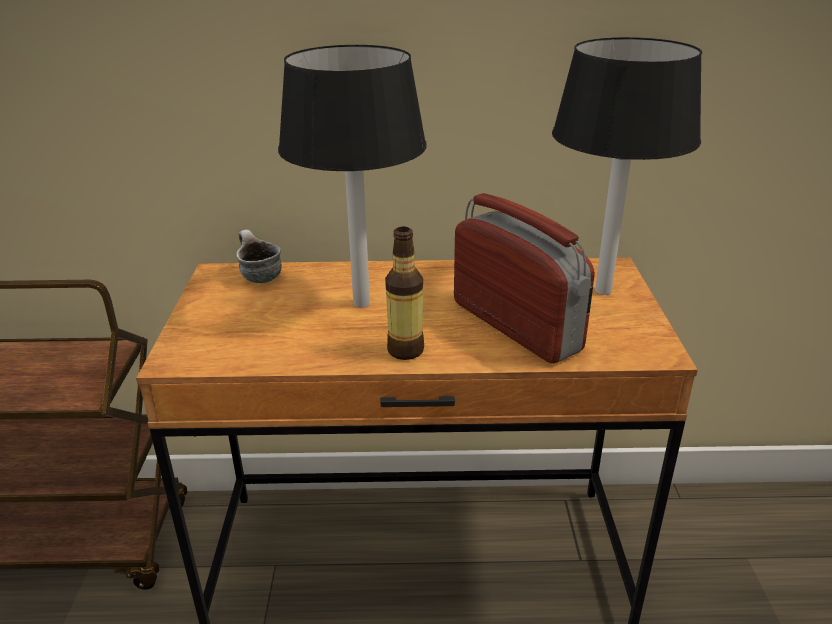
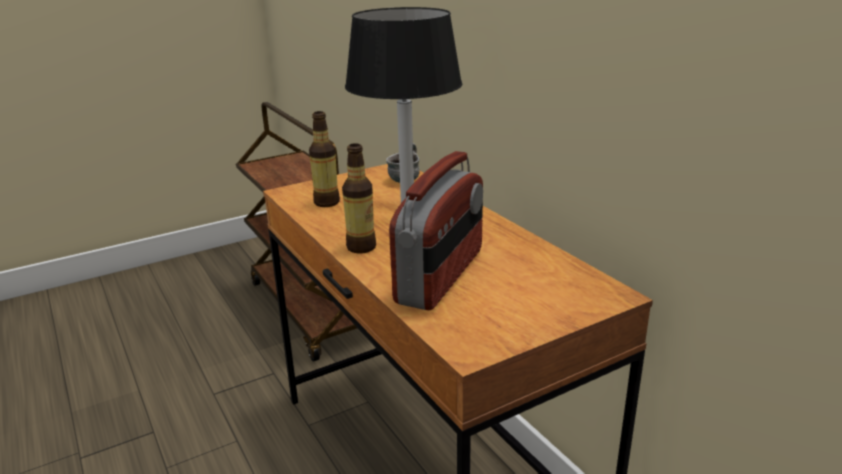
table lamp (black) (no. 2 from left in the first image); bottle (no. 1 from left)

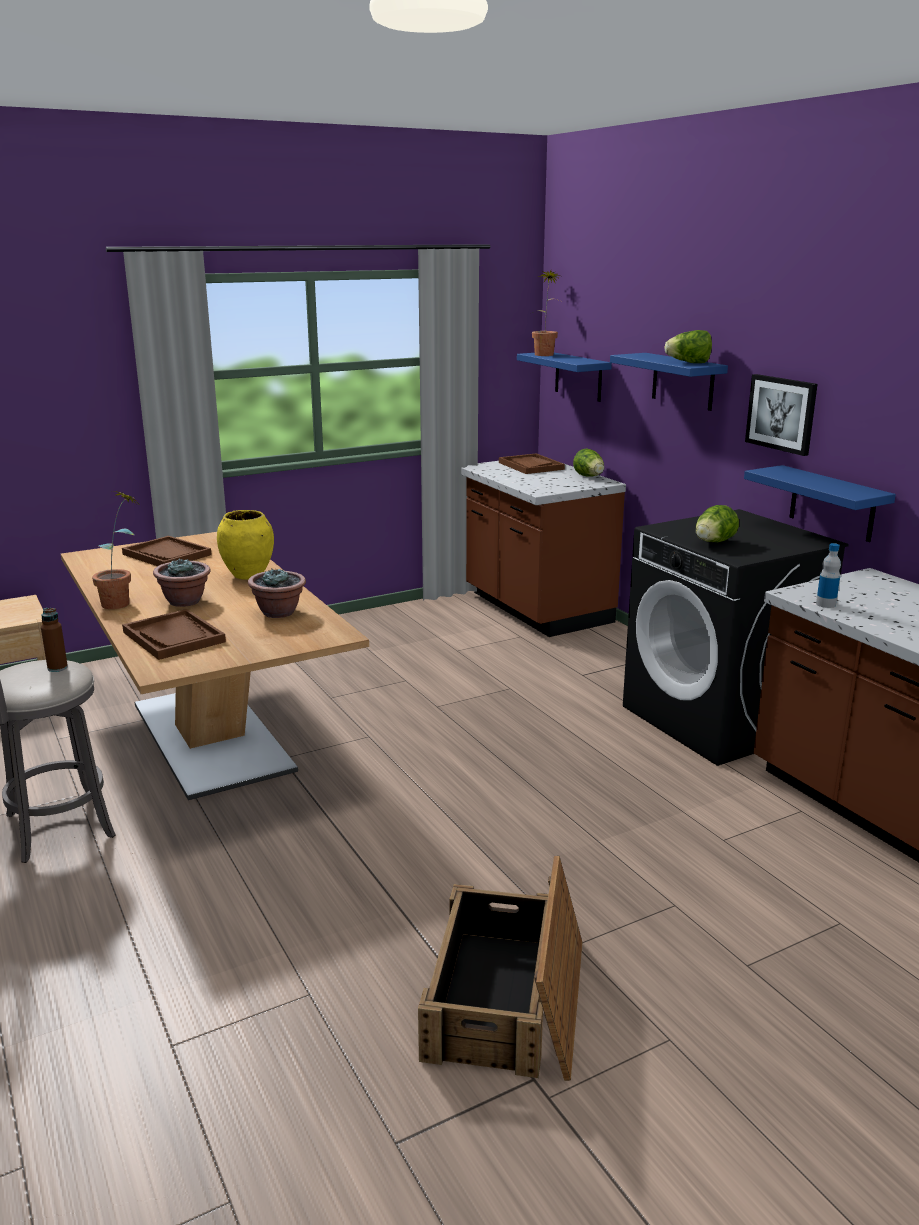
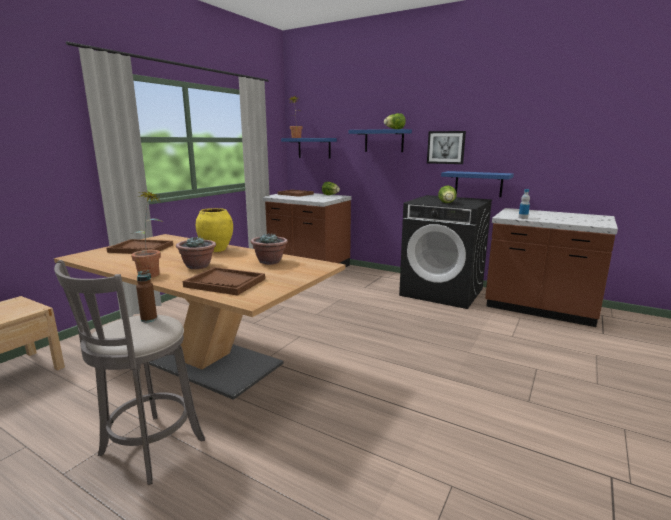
crate

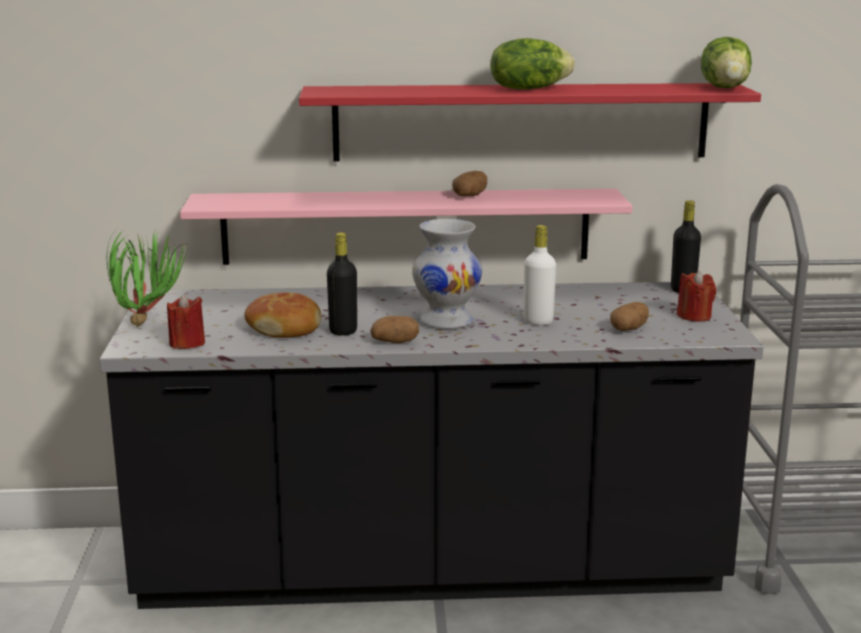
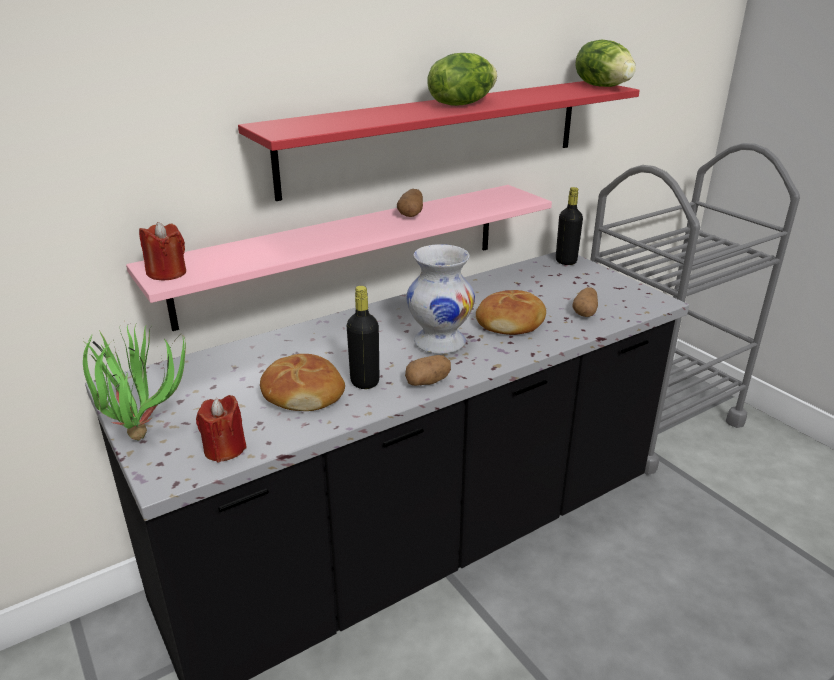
bread (no. 2 from left); candle (red) (no. 1 from left)

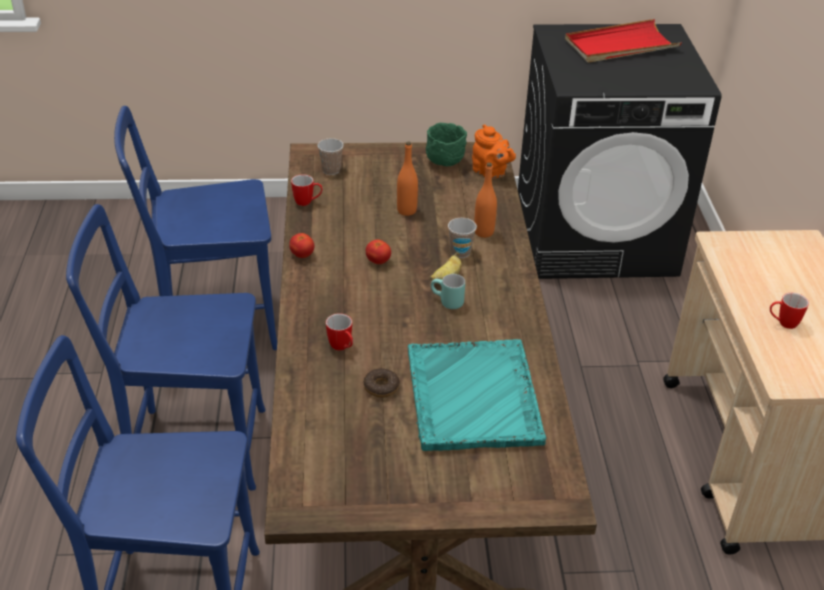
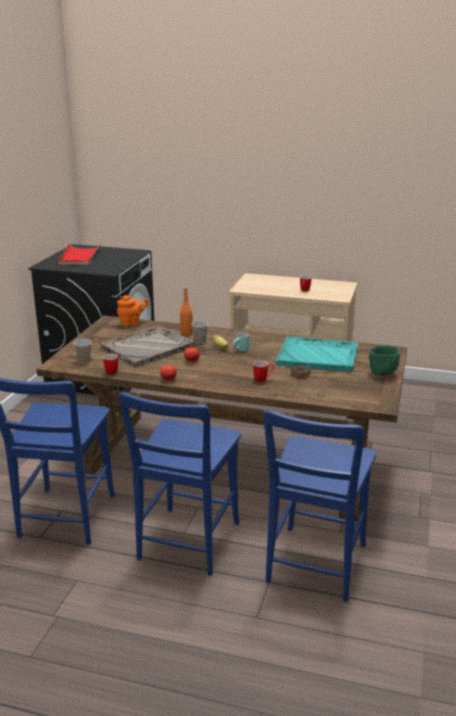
bowl (green); tray (grey)

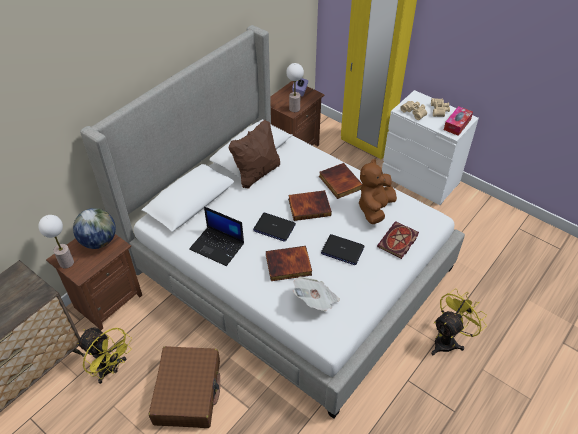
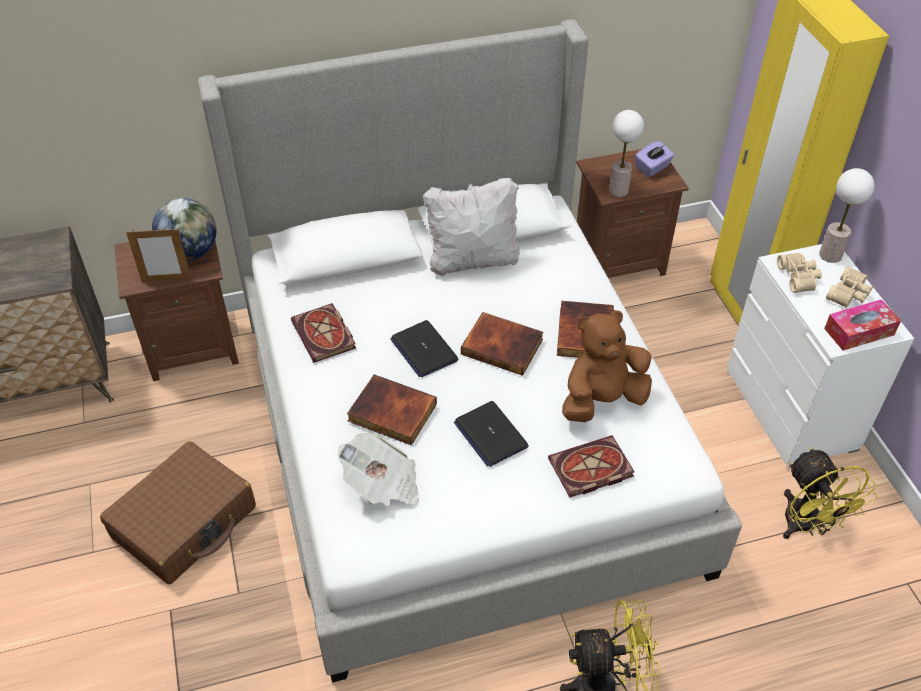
pillow (white); book (no. 1 from left); table lamp (no. 2 from left); fan (yellow) (no. 2 from left); picture frame

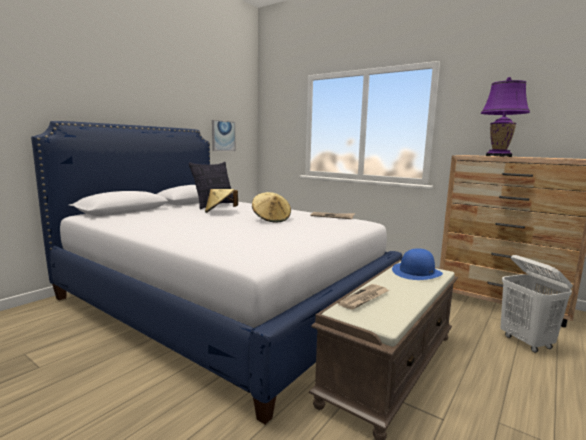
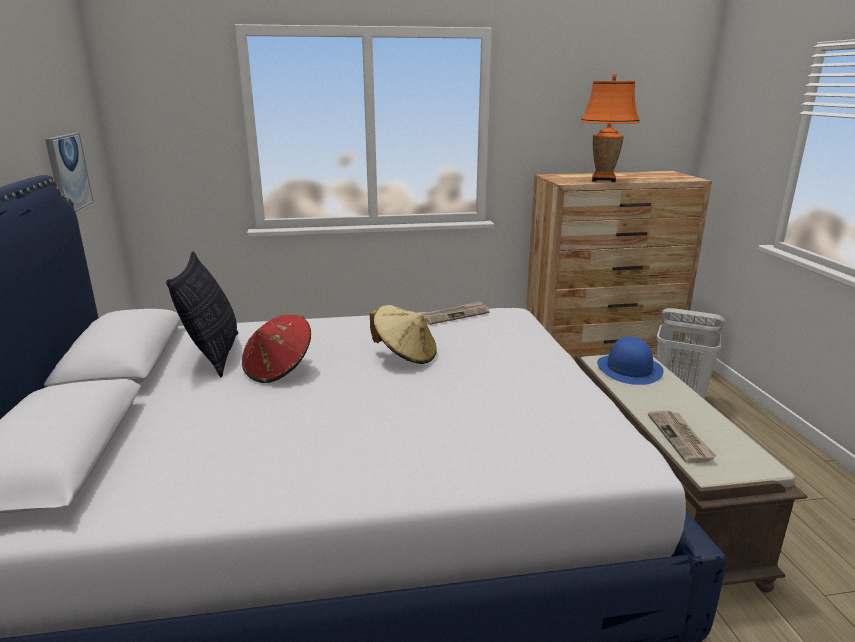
table lamp (orange); hat (red)

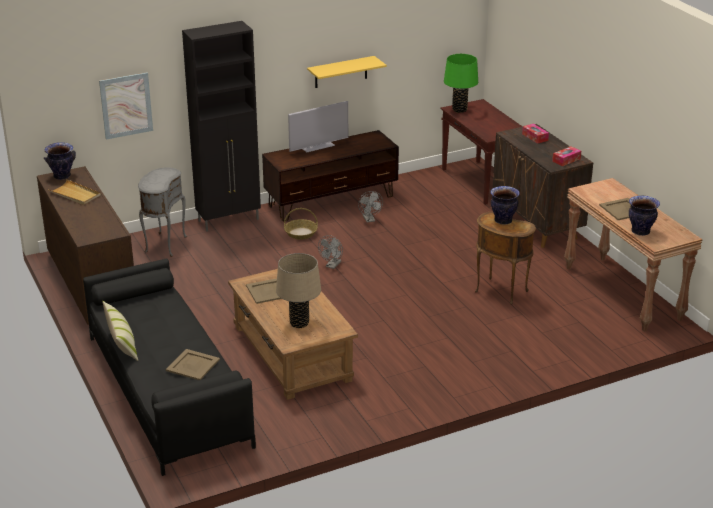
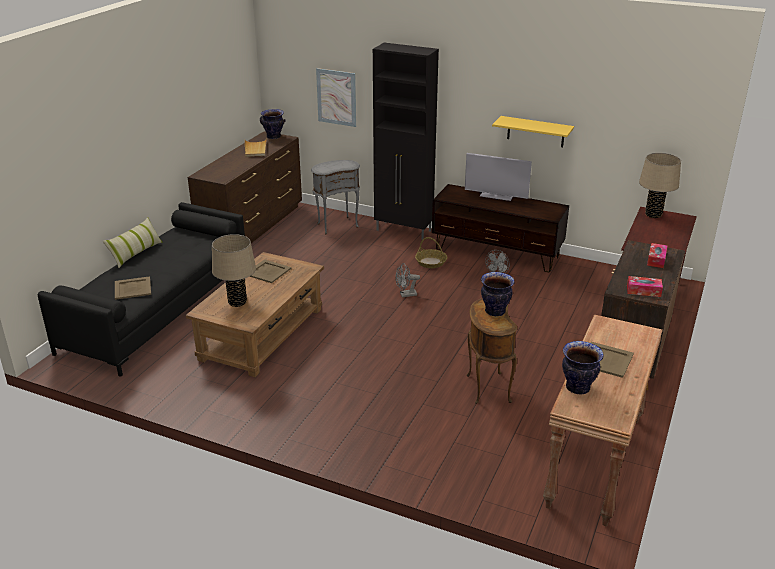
table lamp (beige) (no. 2 from left)

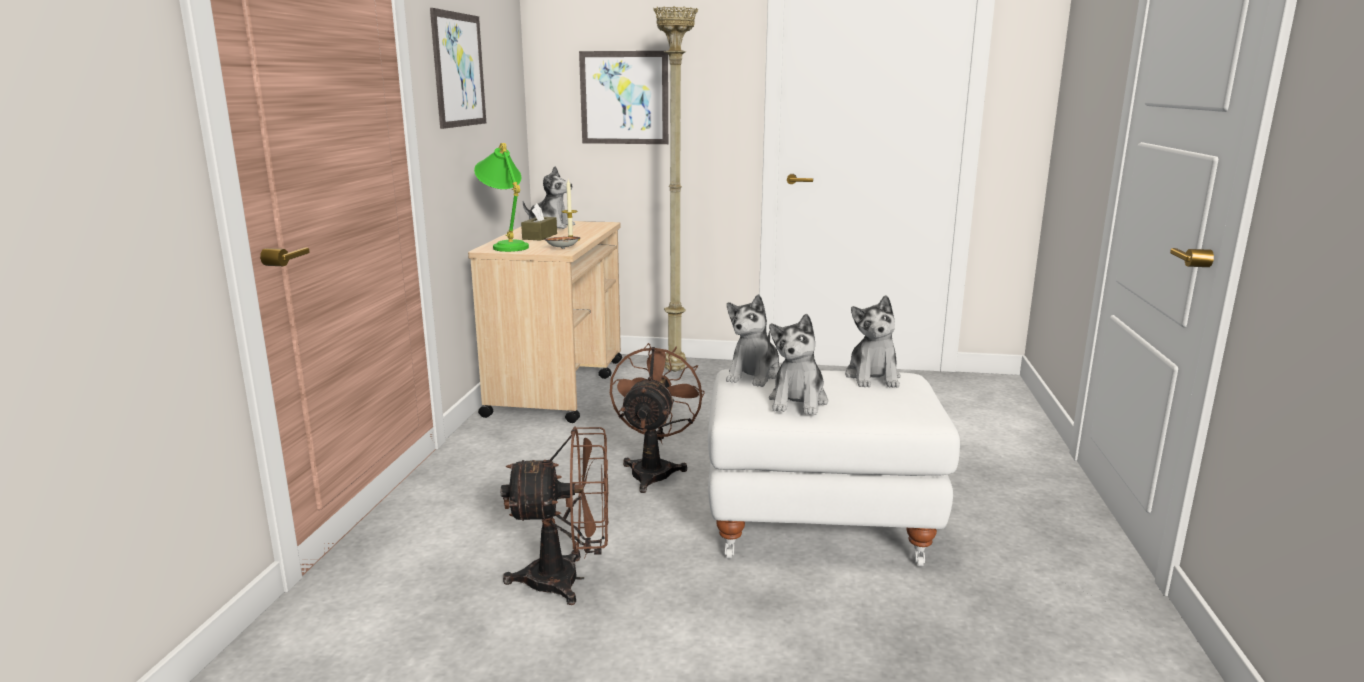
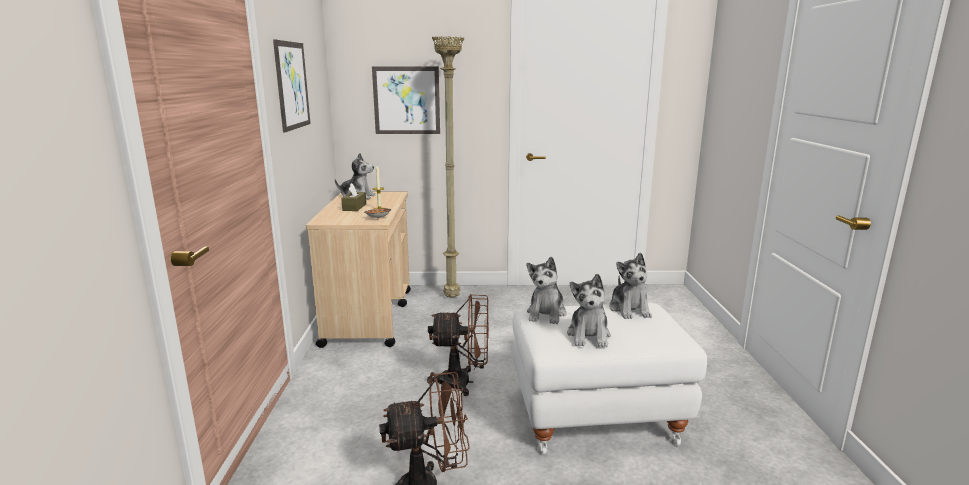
table lamp (green); fan (brown) (no. 2 from left)

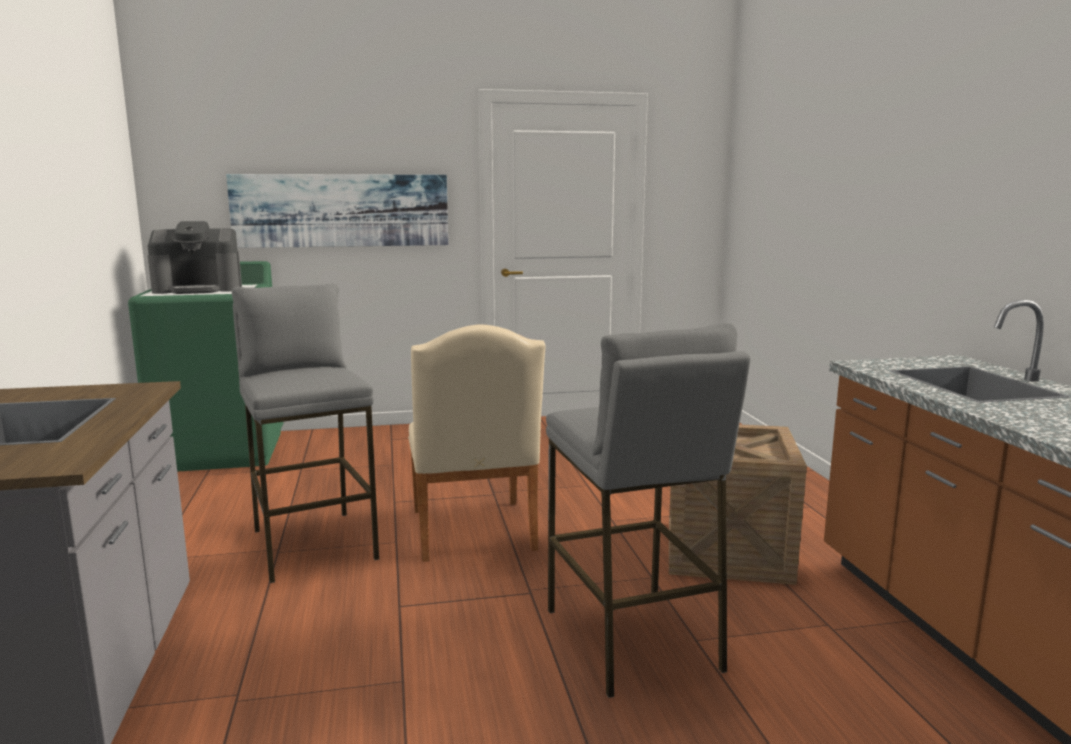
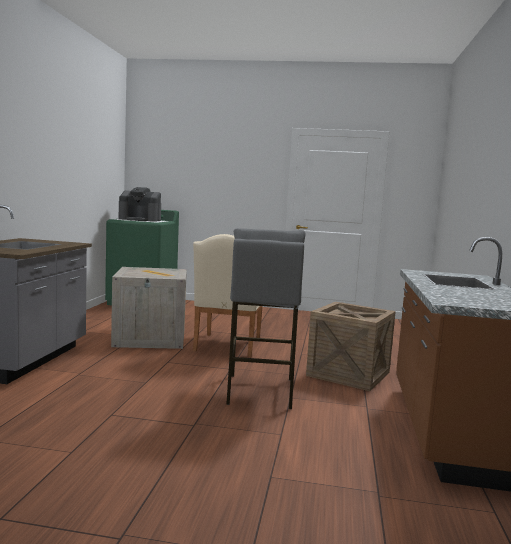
picture; crate (no. 1 from left)

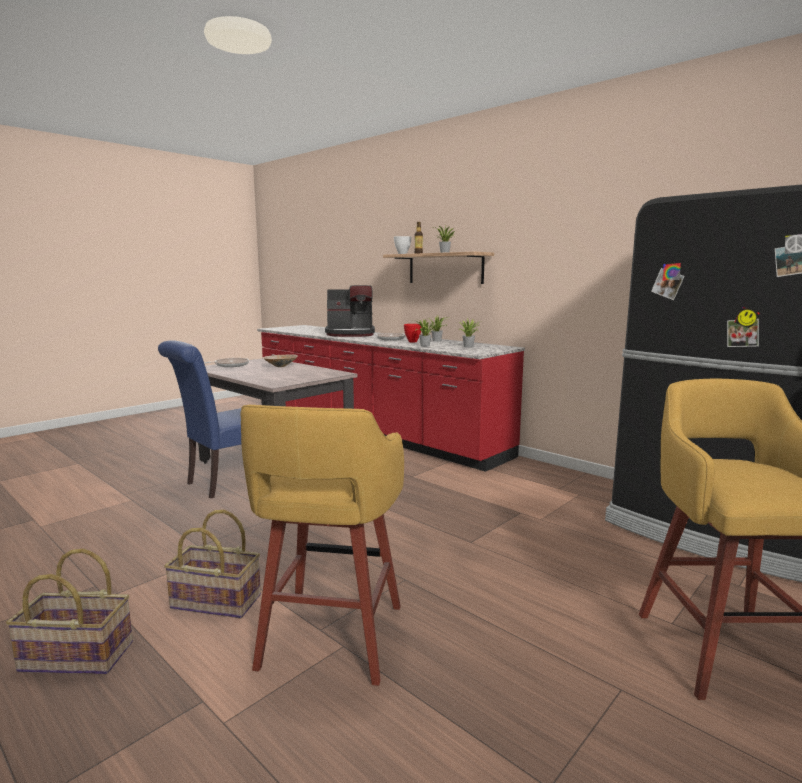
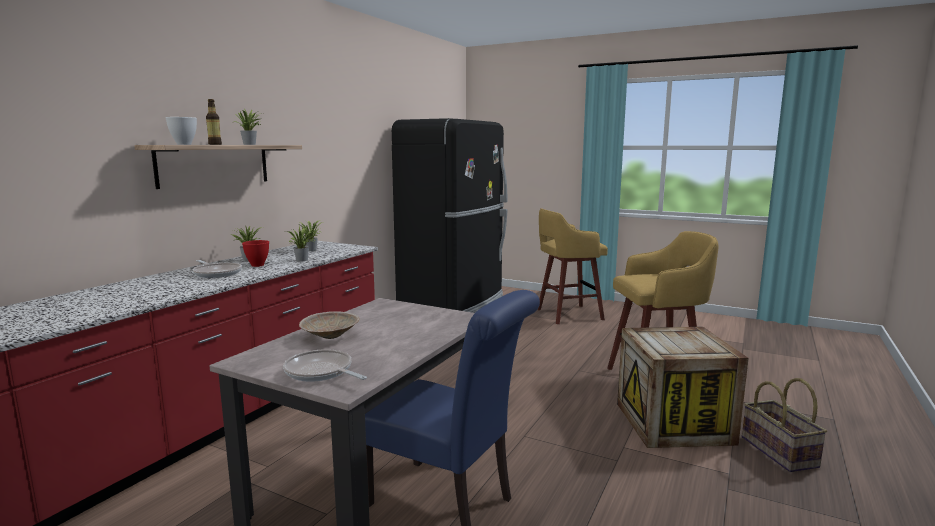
coffee machine; crate

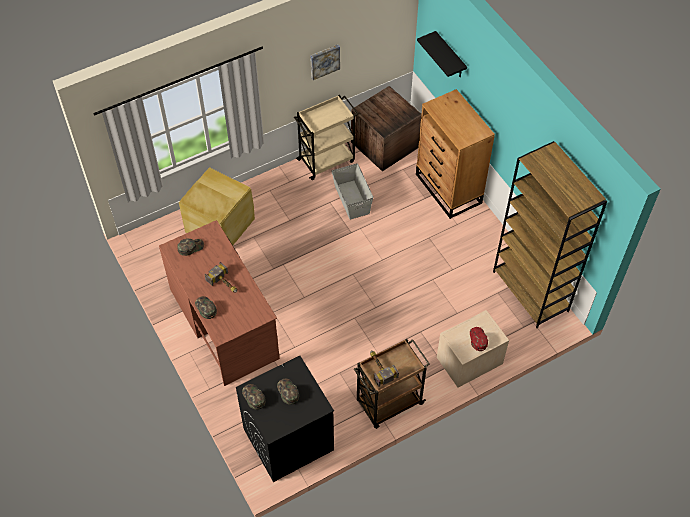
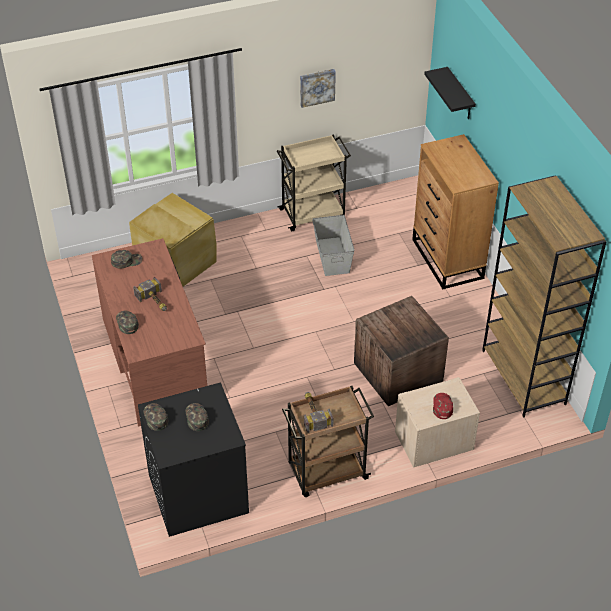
crate

